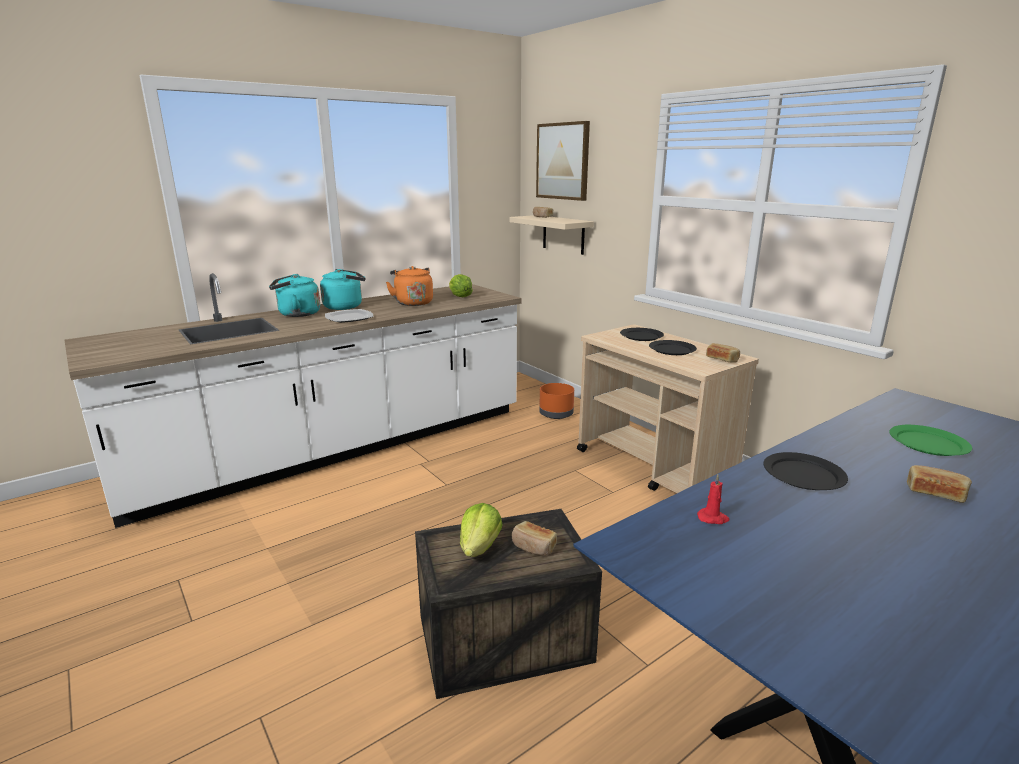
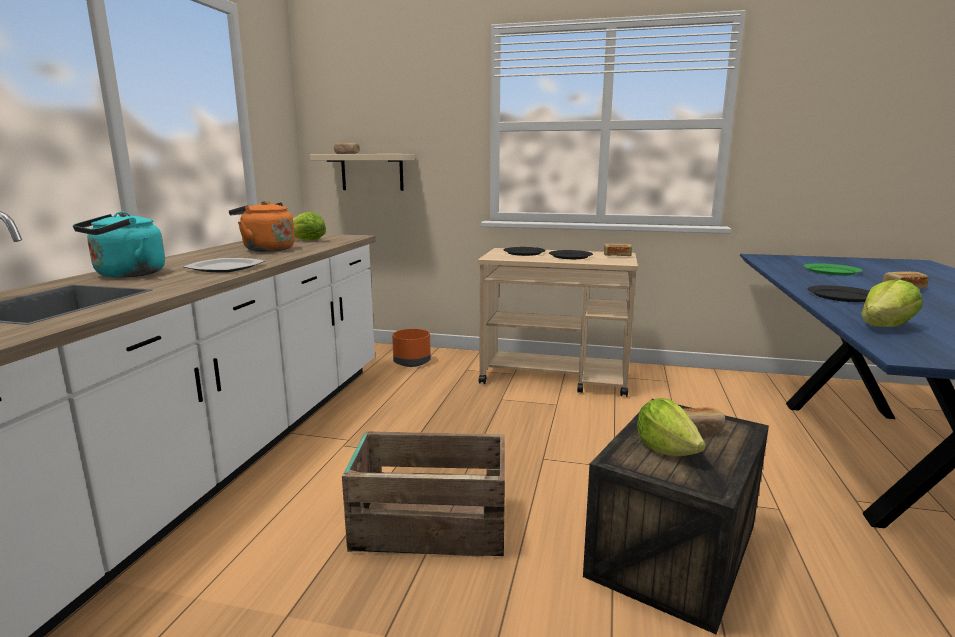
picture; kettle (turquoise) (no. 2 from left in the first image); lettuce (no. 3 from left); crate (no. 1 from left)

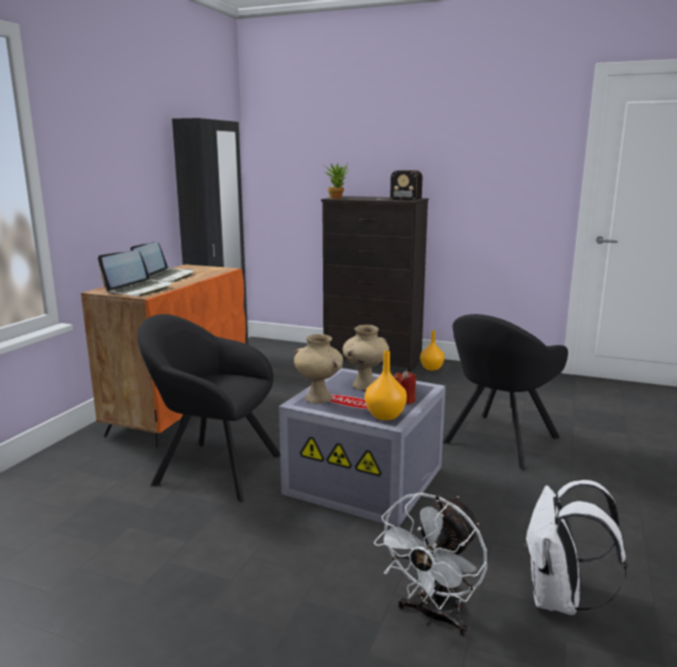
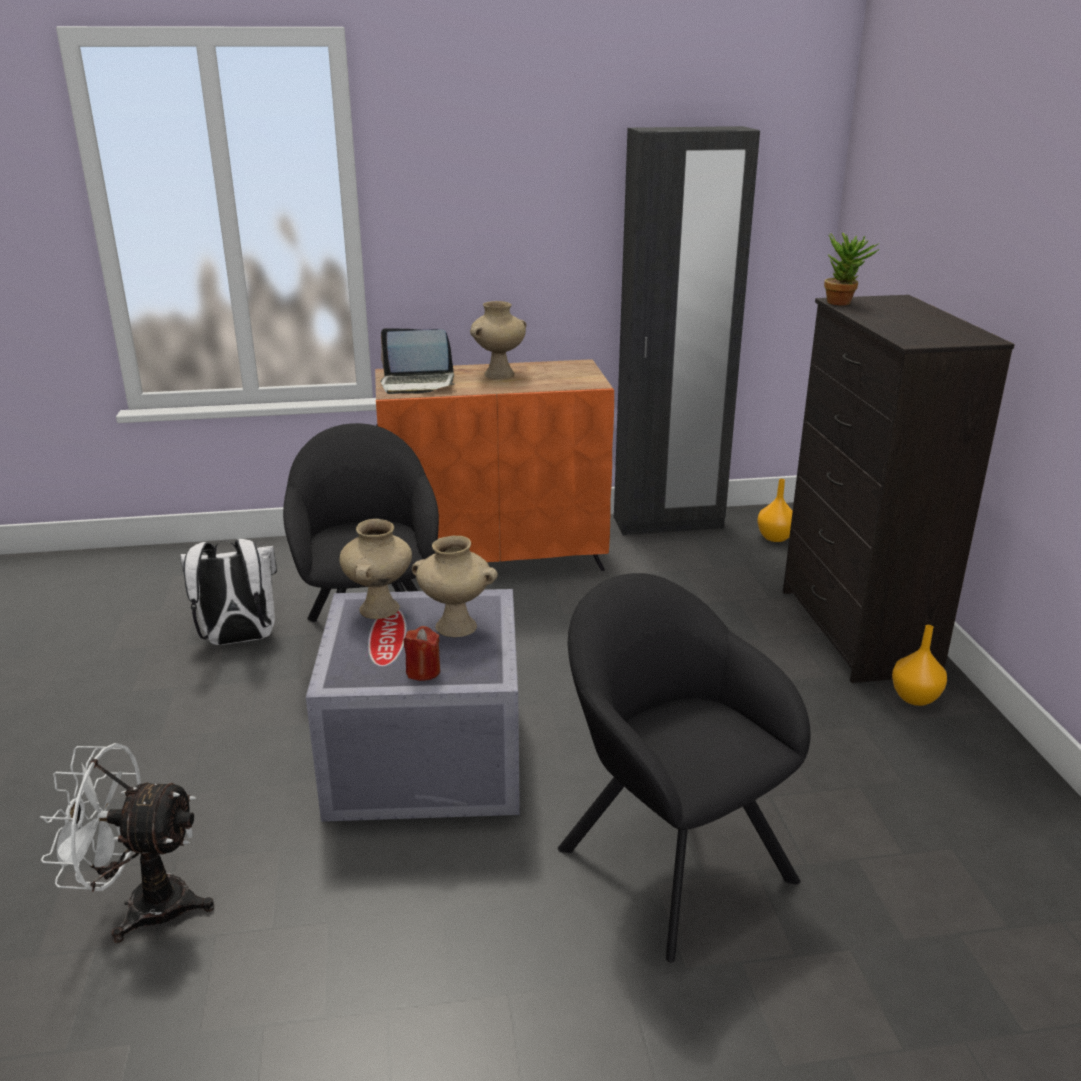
radio; vase (beige) (no. 3 from left); armchair (black) (no. 2 from left); vase (orange) (no. 1 from left); backpack (white)

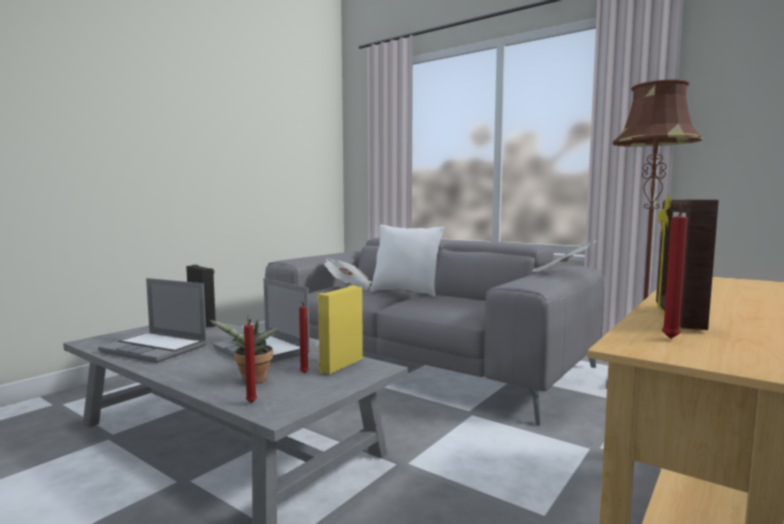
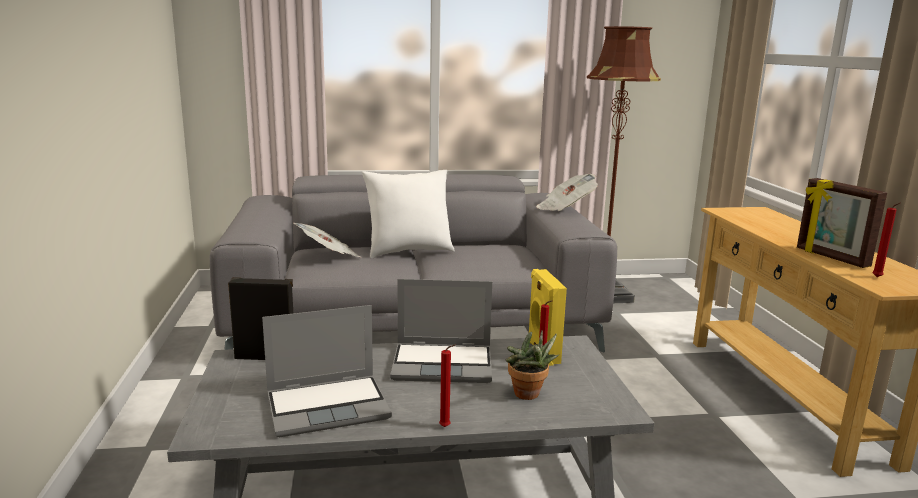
candle (red) (no. 1 from left)

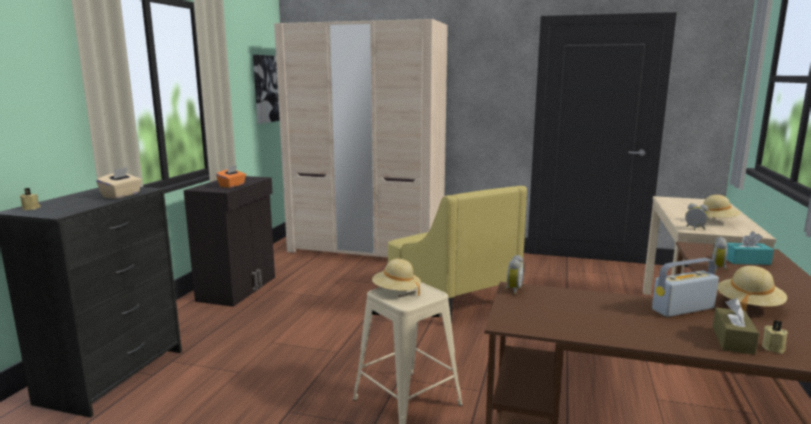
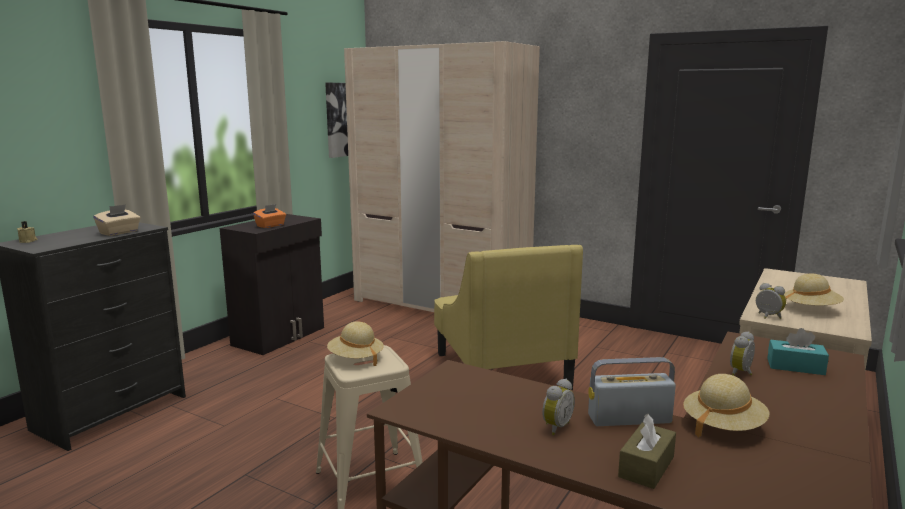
alarm clock (no. 1 from left); candle (beige) (no. 2 from left in the first image)

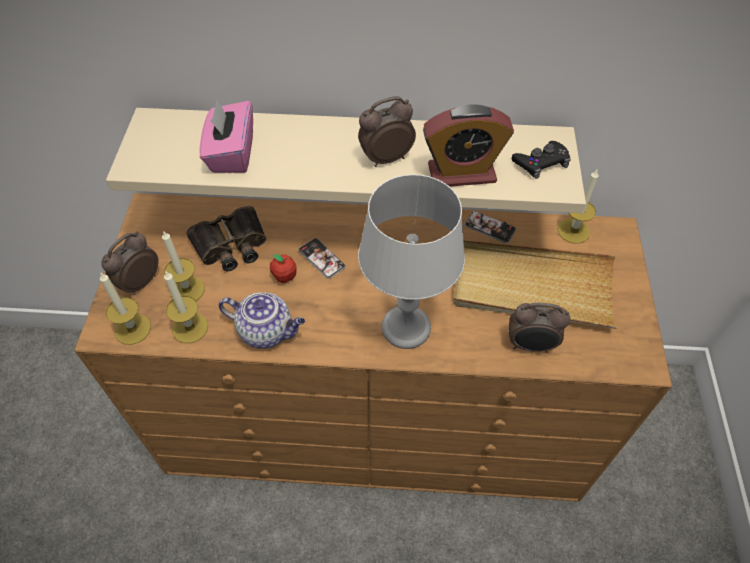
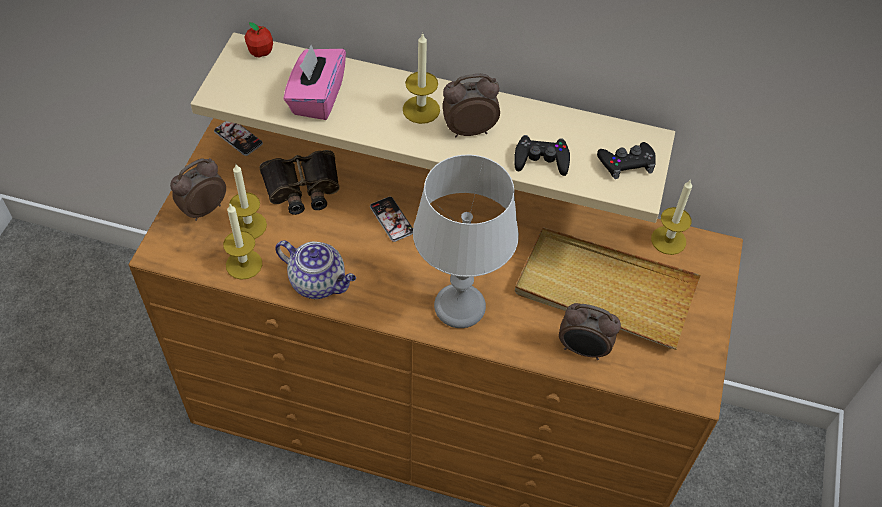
game controller (black) (no. 1 from left); phone (no. 1 from left); apple; candle (no. 3 from left)

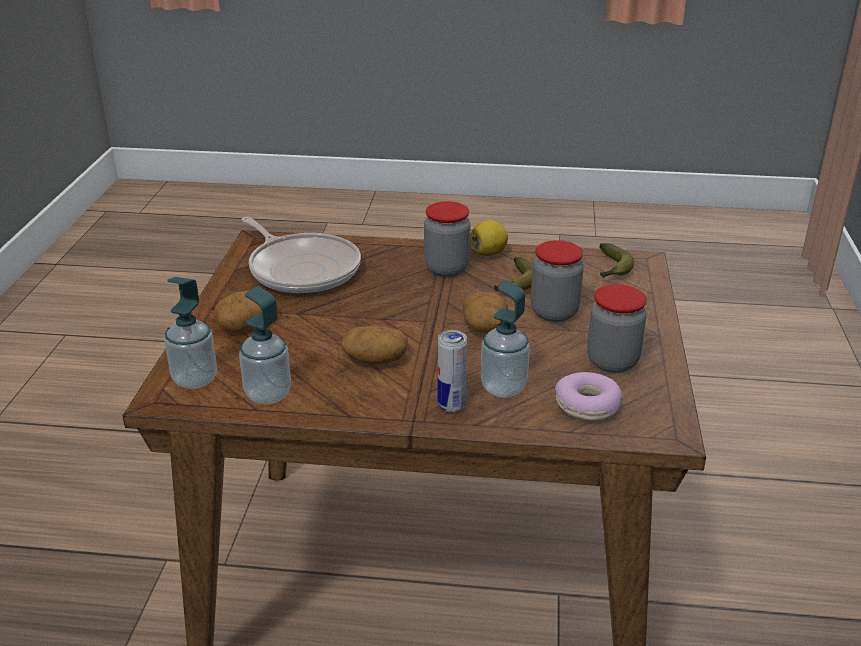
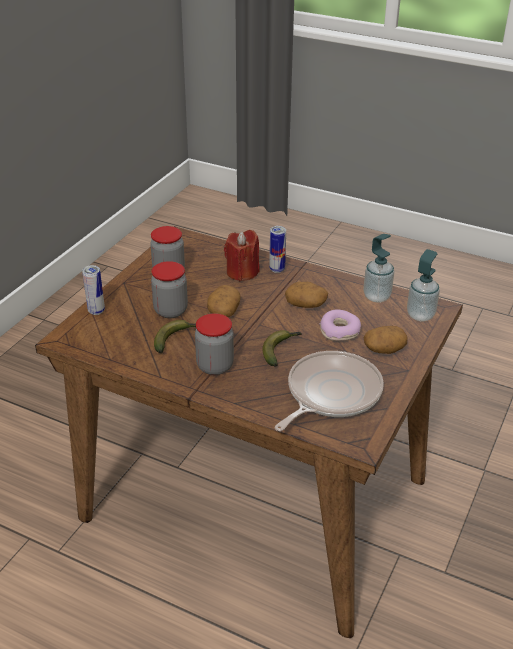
frying pan; lemon; banana (no. 2 from left); candle (red); donut; can (no. 1 from left)

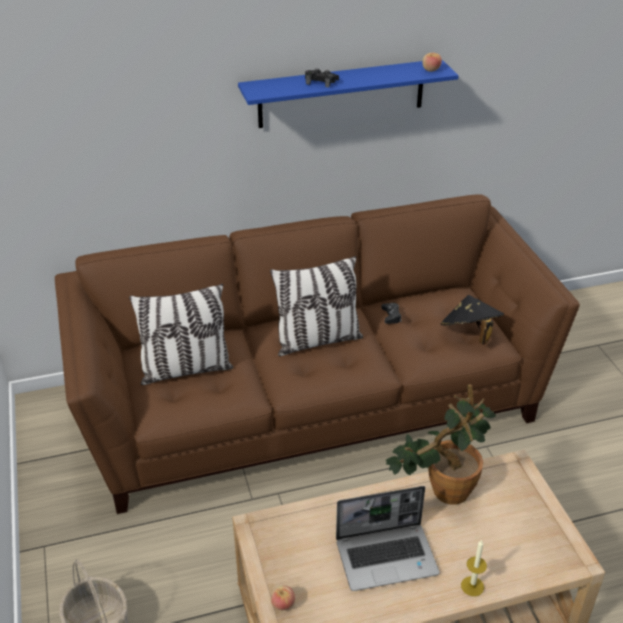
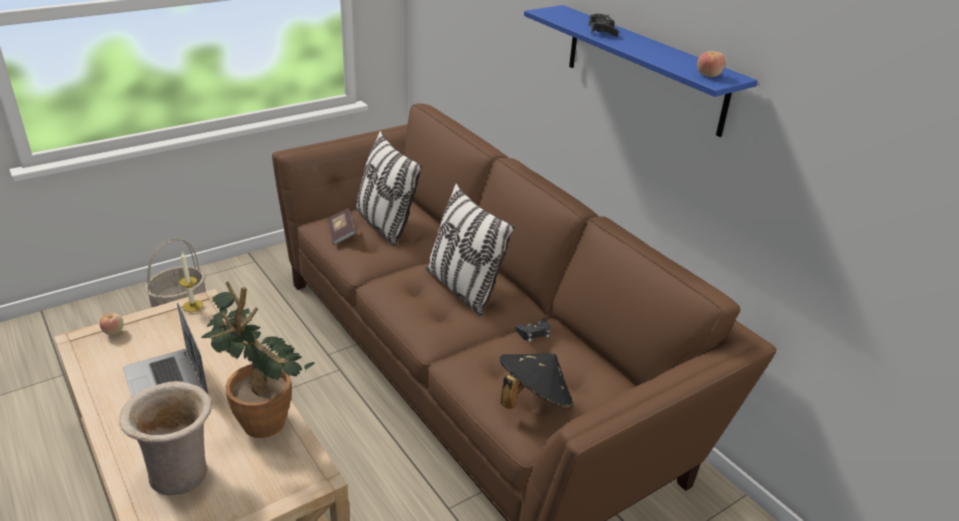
candle; book; vase (beige)

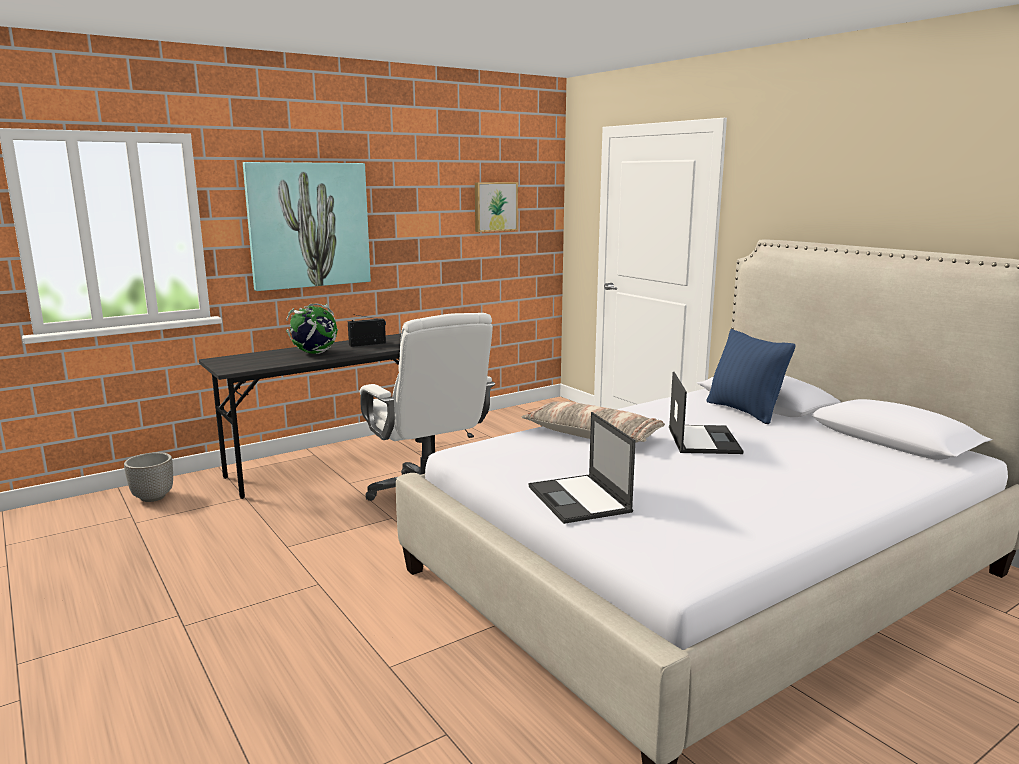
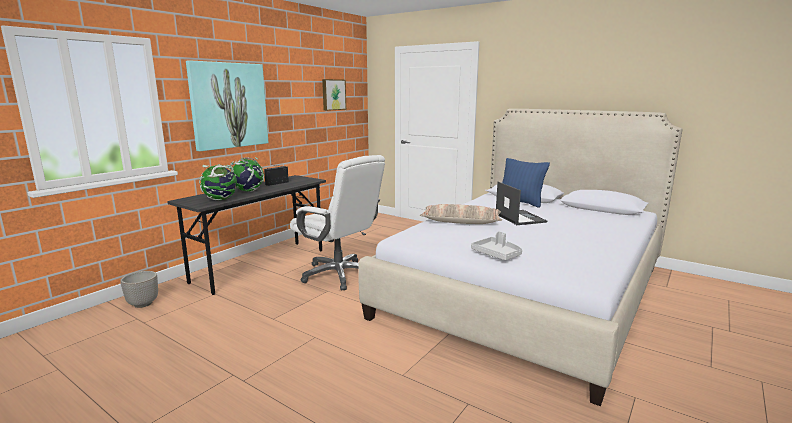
tray (grey); globe (no. 1 from left)

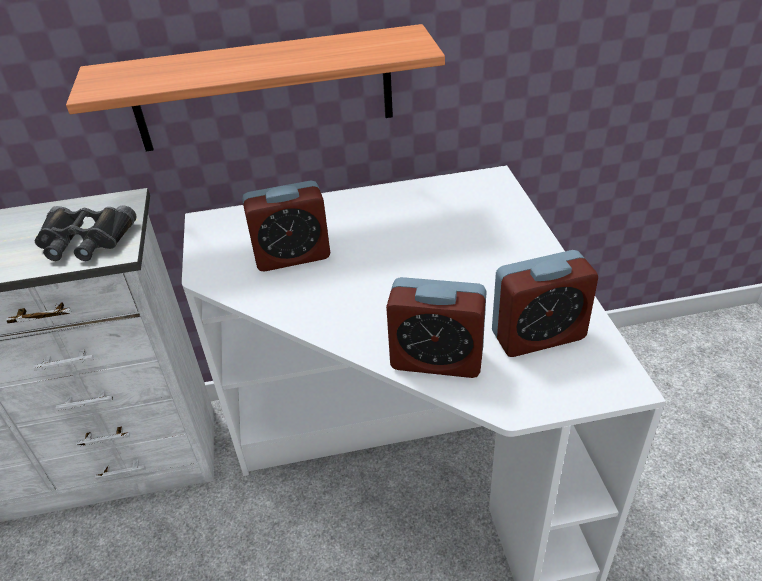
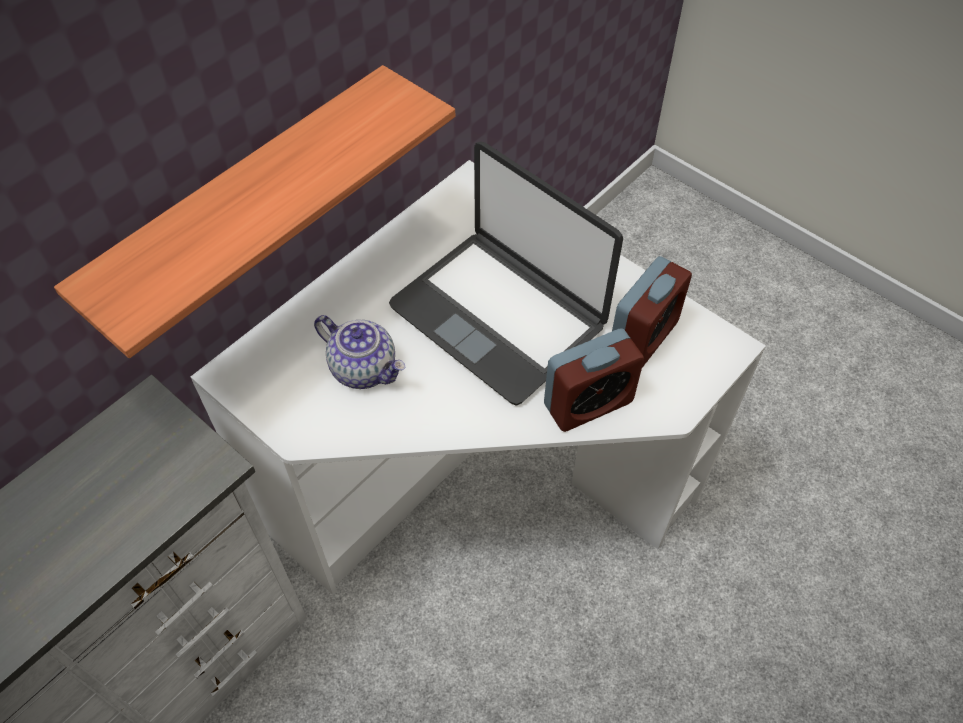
teapot; binoculars (black); laptop

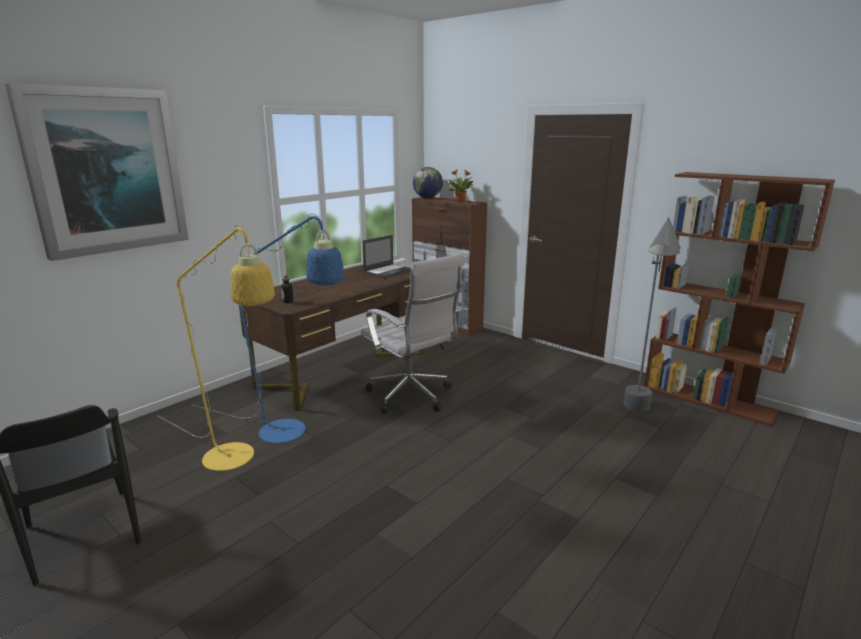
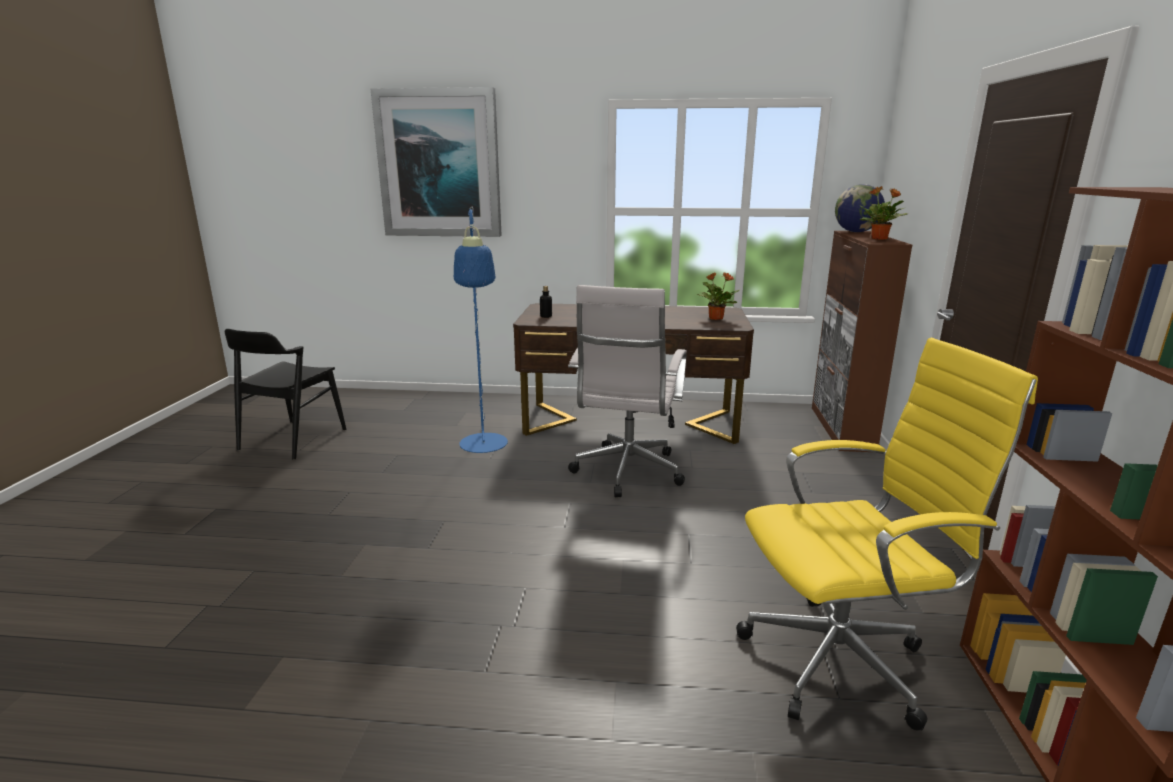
office chair (yellow); floor lamp (yellow); potted plant (no. 1 from left)

